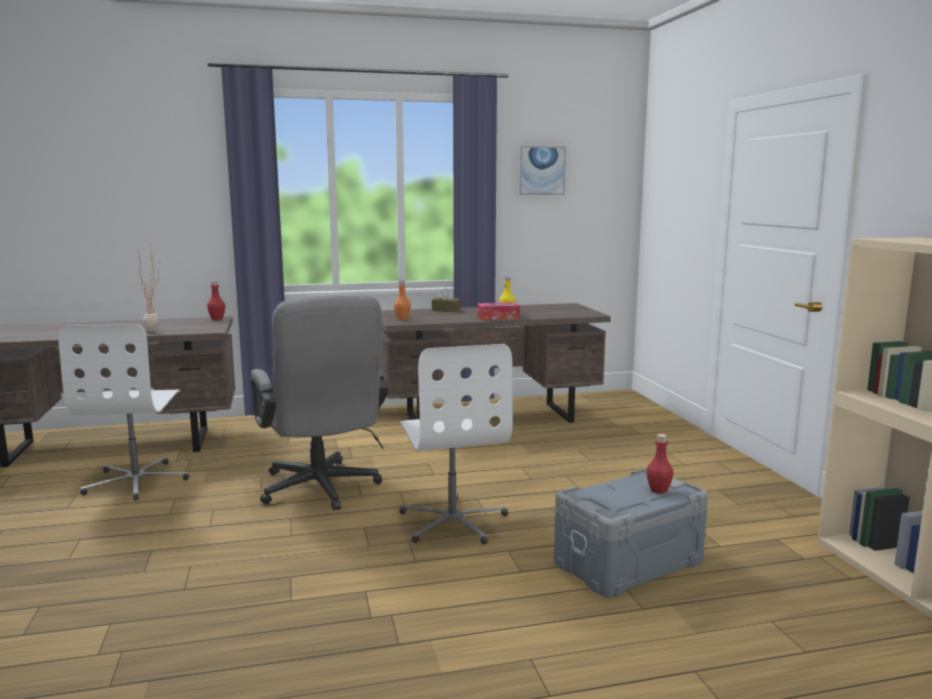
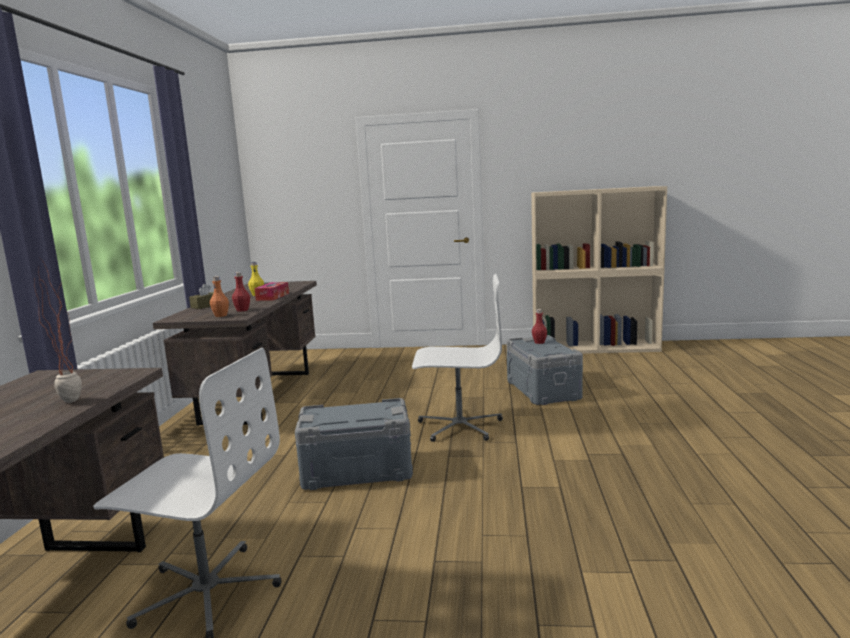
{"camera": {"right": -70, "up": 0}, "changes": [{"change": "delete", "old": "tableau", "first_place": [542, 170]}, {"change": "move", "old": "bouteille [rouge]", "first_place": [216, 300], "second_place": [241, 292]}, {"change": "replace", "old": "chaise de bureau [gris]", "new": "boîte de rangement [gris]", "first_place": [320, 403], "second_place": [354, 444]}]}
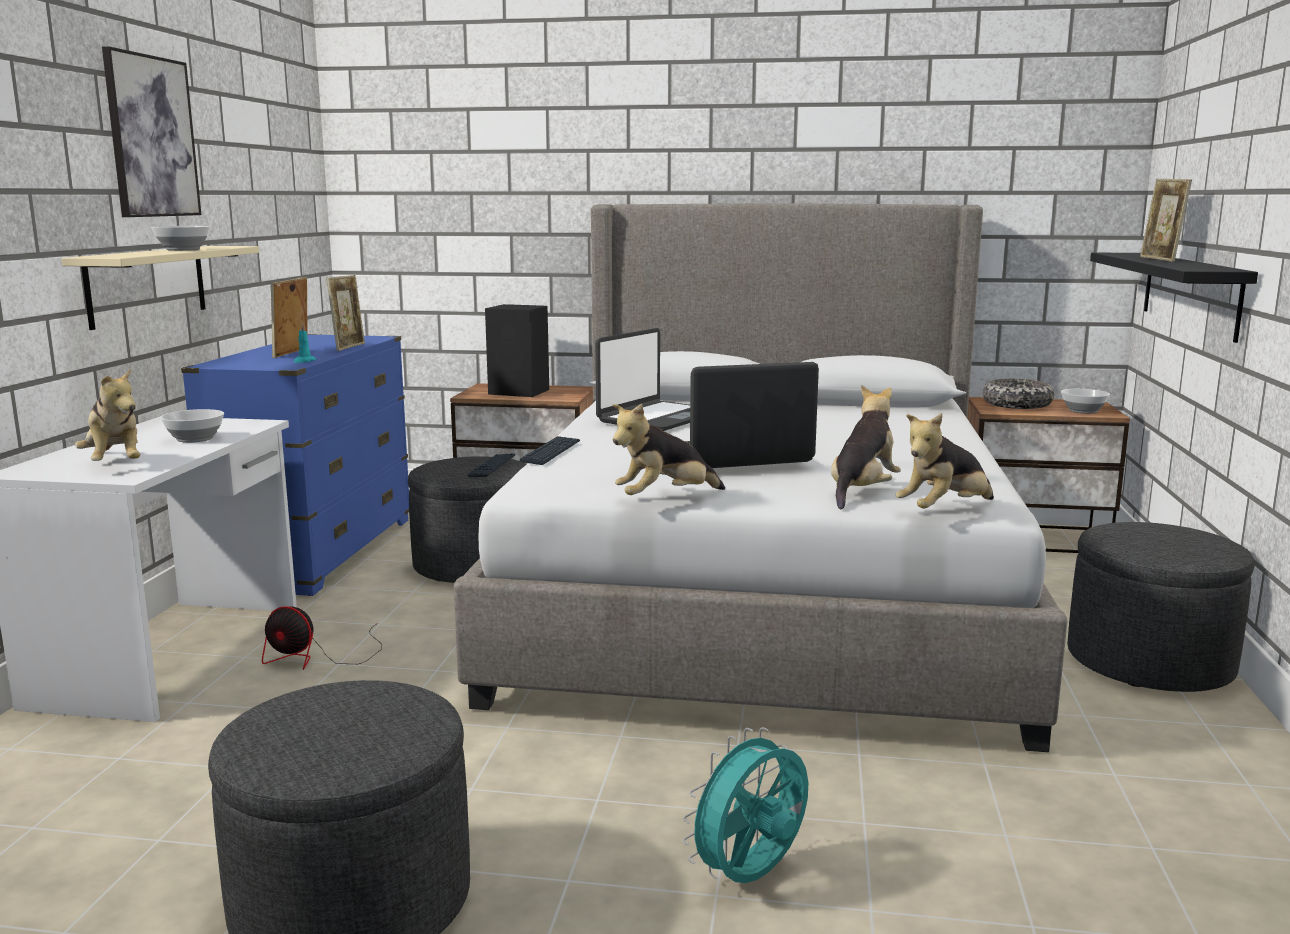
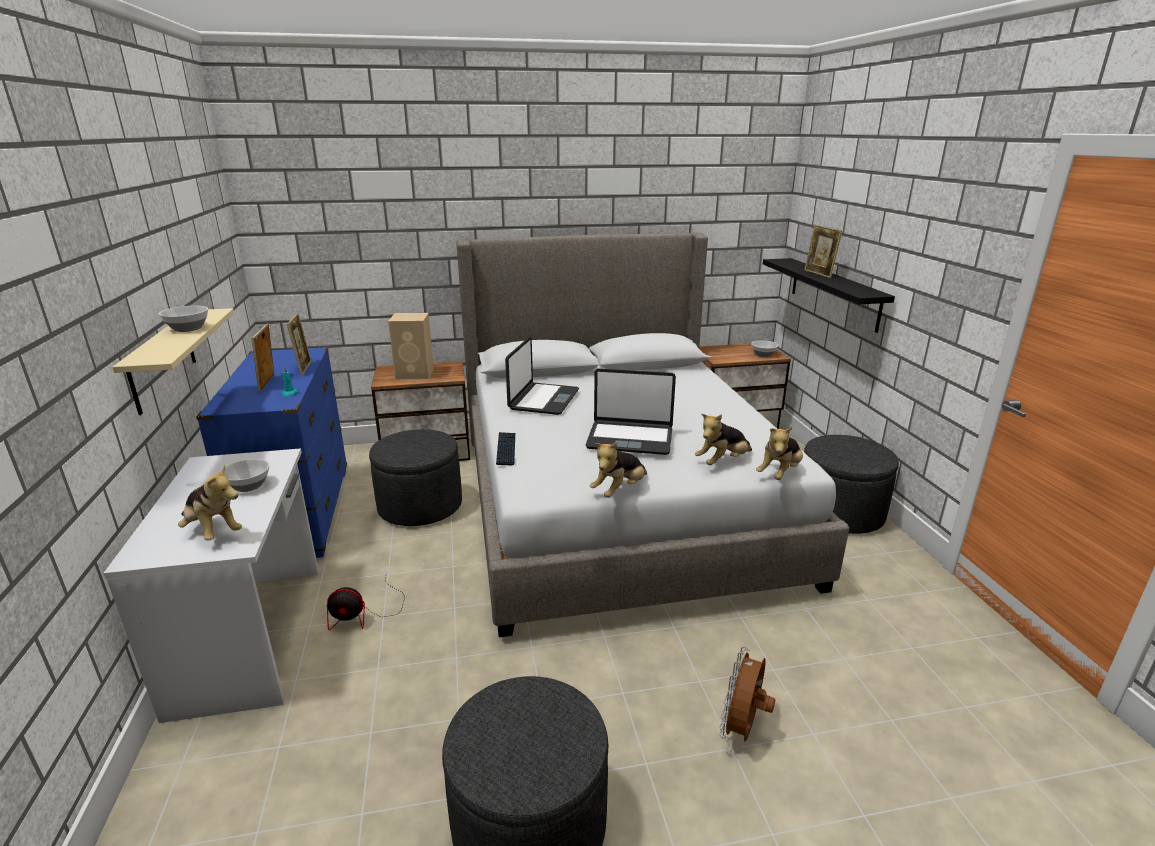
{"camera": {"right": -20, "up": 10}, "changes": [{"change": "delete", "old": "tableau", "first_place": [151, 131]}, {"change": "delete", "old": "clavier", "first_place": [491, 465]}, {"change": "delete", "old": "bol", "first_place": [1018, 394]}, {"change": "recolor", "old": "enceinte [noir]", "new": "enceinte [beige]", "first_place": [517, 350], "second_place": [411, 346]}, {"change": "recolor", "old": "ventilateur [turquoise]", "new": "ventilateur [marron]", "first_place": [745, 805], "second_place": [747, 694]}, {"change": "rotate", "old": "ordinateur portable", "first_place": [752, 415], "second_place": [631, 412], "degrees": -135}, {"change": "rotate", "old": "peluche", "first_place": [866, 447], "second_place": [723, 439], "degrees": -135}]}
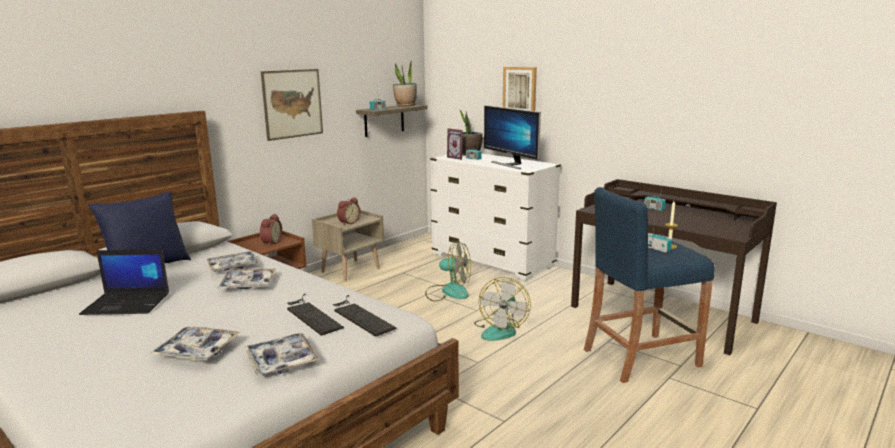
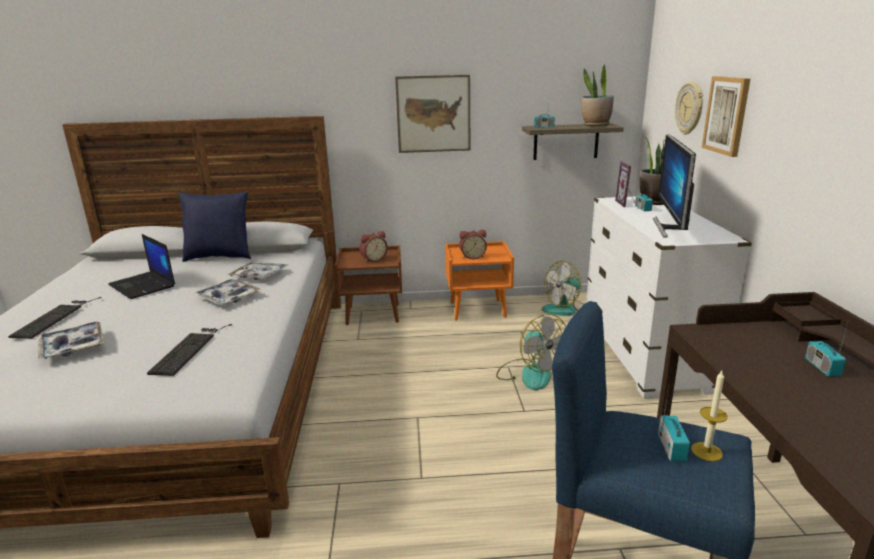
{"camera": {"right": 45, "up": 5}, "changes": [{"change": "delete", "old": "plateau", "first_place": [282, 354]}, {"change": "insert", "new": "horloge murale", "second_place": [689, 108]}, {"change": "move", "old": "clavier", "first_place": [365, 316], "second_place": [55, 317]}, {"change": "move", "old": "ventilateur", "first_place": [502, 309], "second_place": [562, 288]}, {"change": "recolor", "old": "table de chevet [beige]", "new": "table de chevet [orange]", "first_place": [348, 245], "second_place": [479, 280]}]}
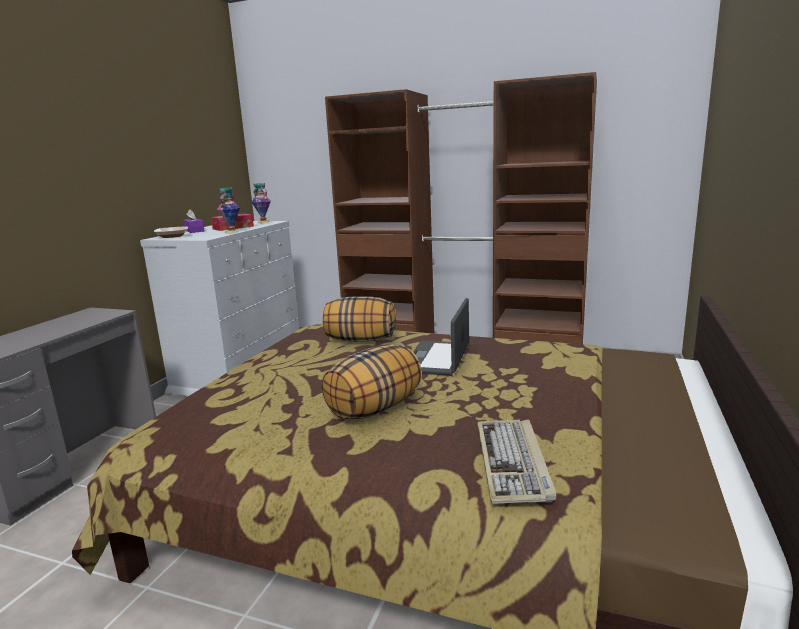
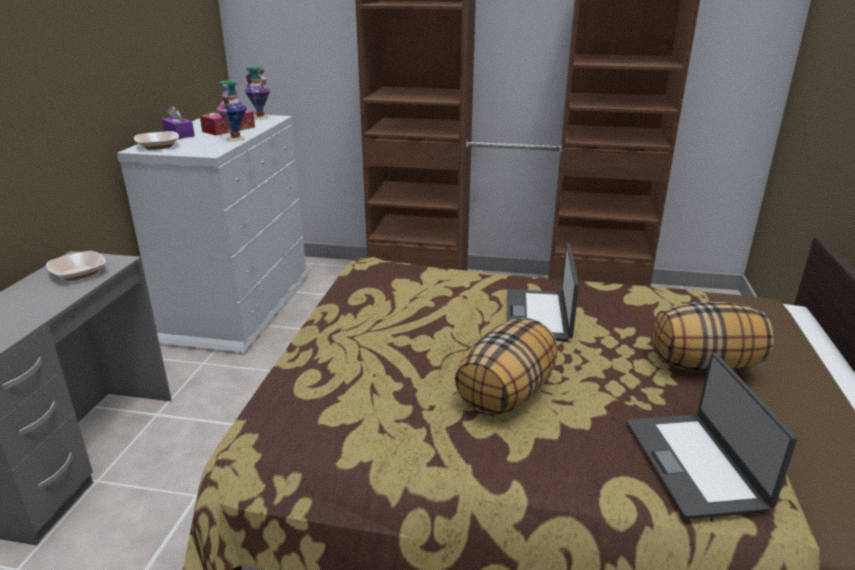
{"camera": {"right": -10, "up": 10}, "changes": [{"change": "insert", "new": "bol", "second_place": [76, 266]}, {"change": "move", "old": "coussin", "first_place": [359, 318], "second_place": [713, 336]}, {"change": "replace", "old": "clavier", "new": "ordinateur portable", "first_place": [517, 461], "second_place": [712, 436]}]}
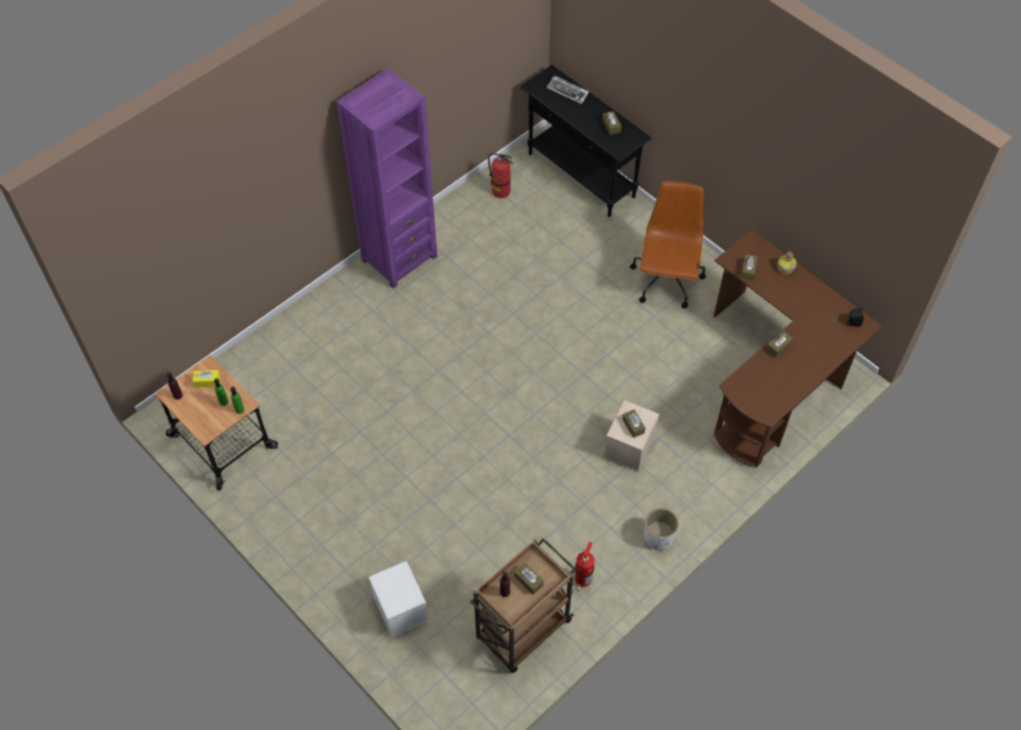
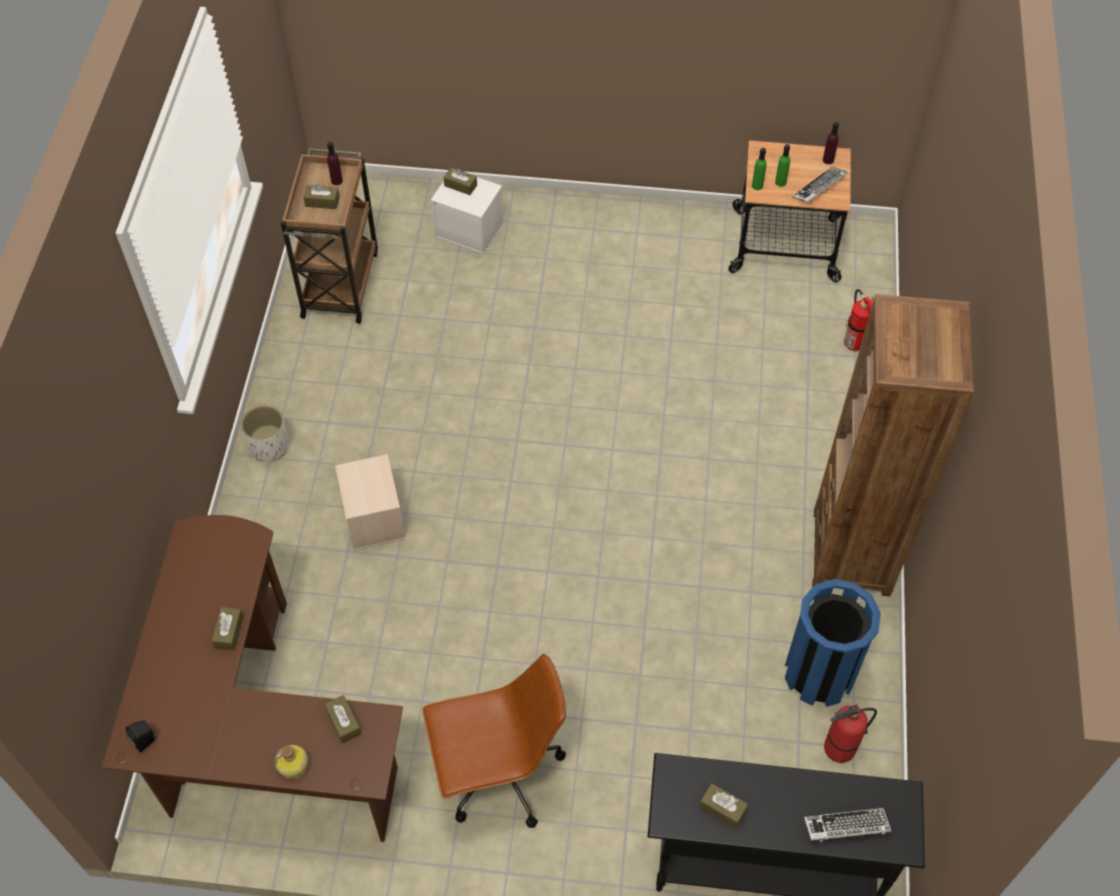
{"camera": {"right": 140, "up": 0}, "changes": [{"change": "insert", "new": "poubelle [bleu]", "second_place": [833, 643]}, {"change": "move", "old": "extincteur", "first_place": [584, 566], "second_place": [858, 320]}, {"change": "move", "old": "boîte à mouchoirs [marron]", "first_place": [633, 423], "second_place": [460, 181]}, {"change": "replace", "old": "boîte à mouchoirs [jaune]", "new": "clavier", "first_place": [206, 378], "second_place": [820, 185]}, {"change": "recolor", "old": "bibliothèque [violet]", "new": "bibliothèque [marron]", "first_place": [387, 178], "second_place": [893, 445]}, {"change": "rotate", "old": "chaise de bureau [marron]", "first_place": [668, 244], "second_place": [494, 741], "degrees": -75}]}
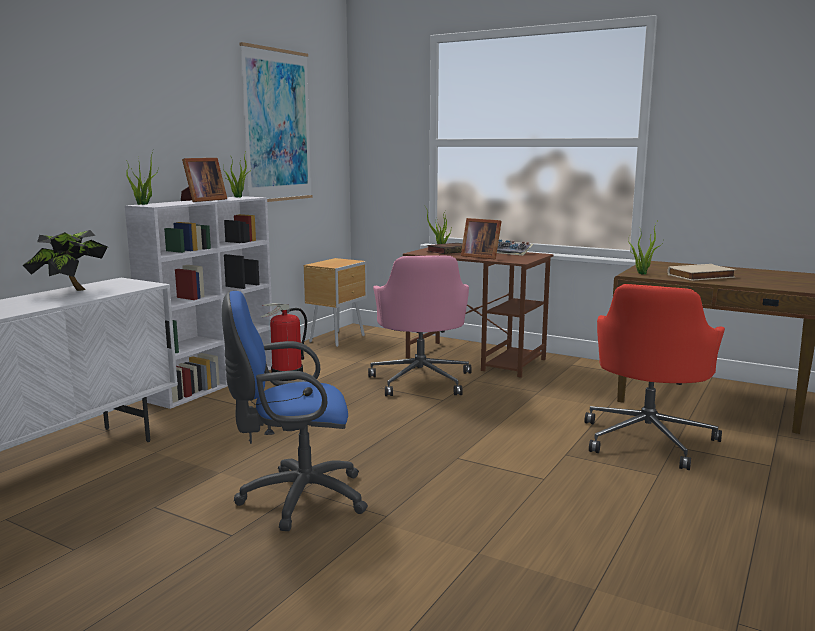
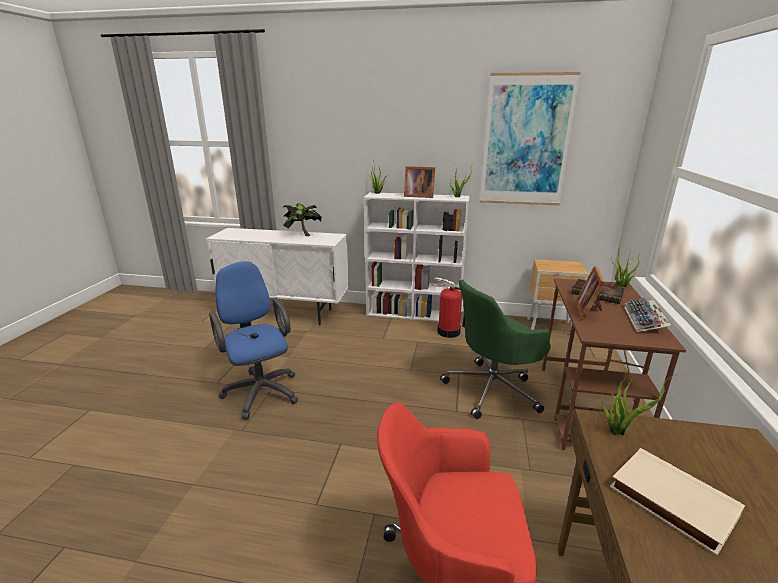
{"camera": {"right": 70, "up": 10}, "changes": [{"change": "recolor", "old": "chaise de bureau [rose]", "new": "chaise de bureau [vert]", "first_place": [420, 326], "second_place": [495, 349]}]}
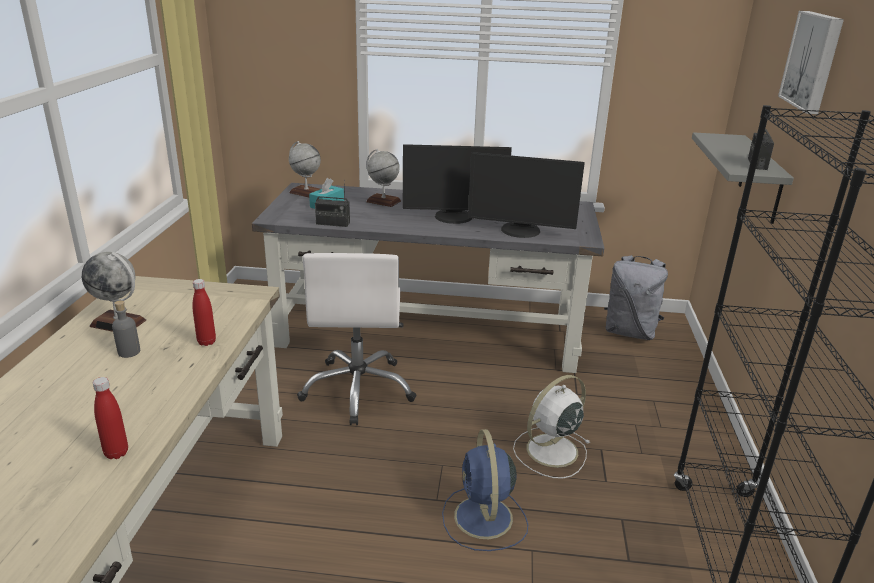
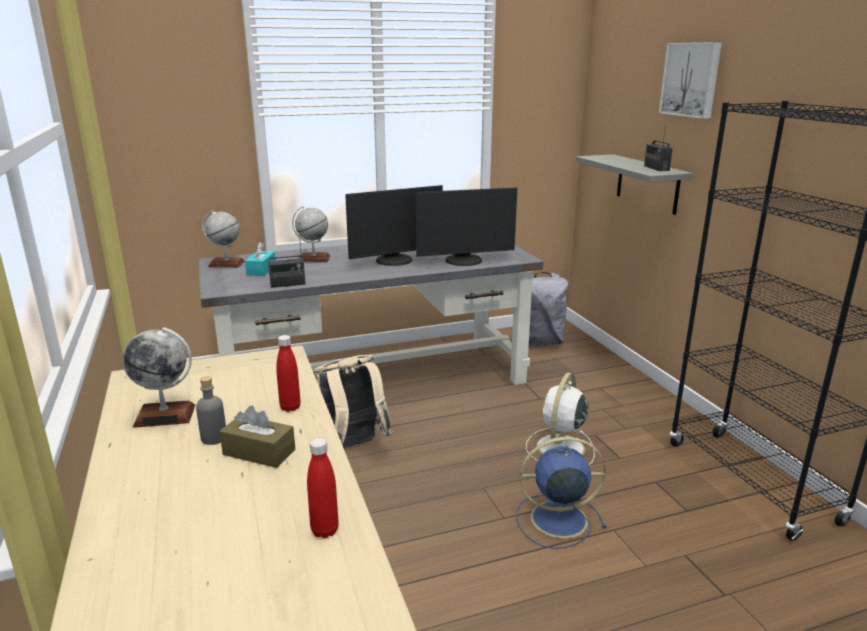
{"camera": {"right": -25, "up": -5}, "changes": [{"change": "insert", "new": "boîte à mouchoirs [marron]", "second_place": [257, 437]}, {"change": "replace", "old": "chaise de bureau [blanc]", "new": "sac à dos [beige]", "first_place": [357, 339], "second_place": [353, 401]}, {"change": "rotate", "old": "ventilateur [bleu]", "first_place": [485, 490], "second_place": [561, 493], "degrees": 120}]}
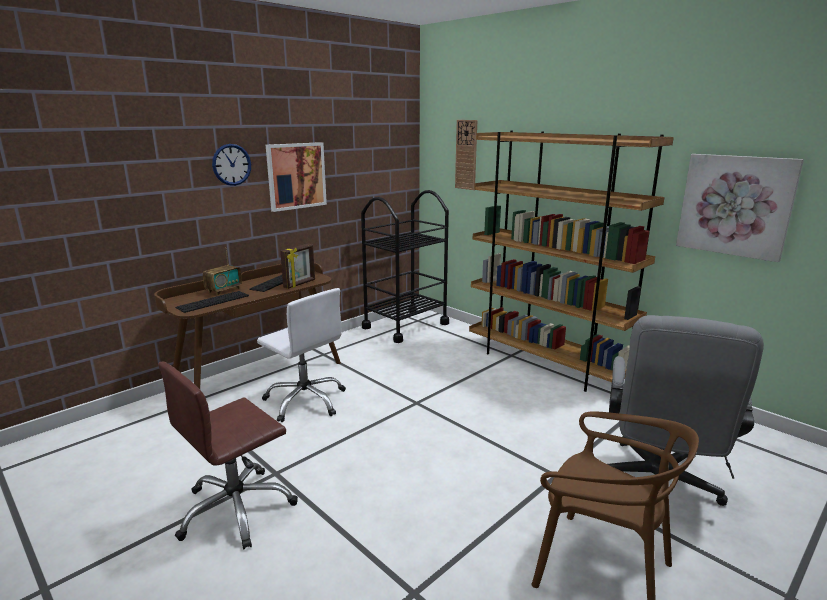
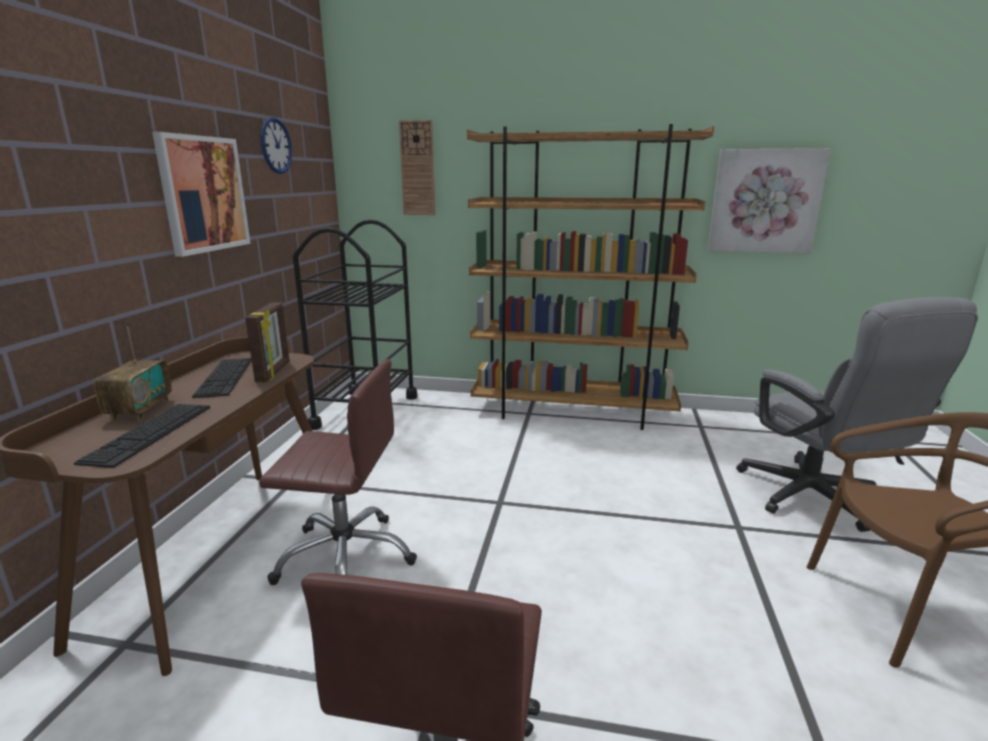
{"camera": {"right": -35, "up": 0}, "changes": [{"change": "move", "old": "horloge murale", "first_place": [231, 165], "second_place": [276, 145]}, {"change": "recolor", "old": "chaise de bureau [blanc]", "new": "chaise de bureau [marron]", "first_place": [301, 355], "second_place": [338, 472]}]}
